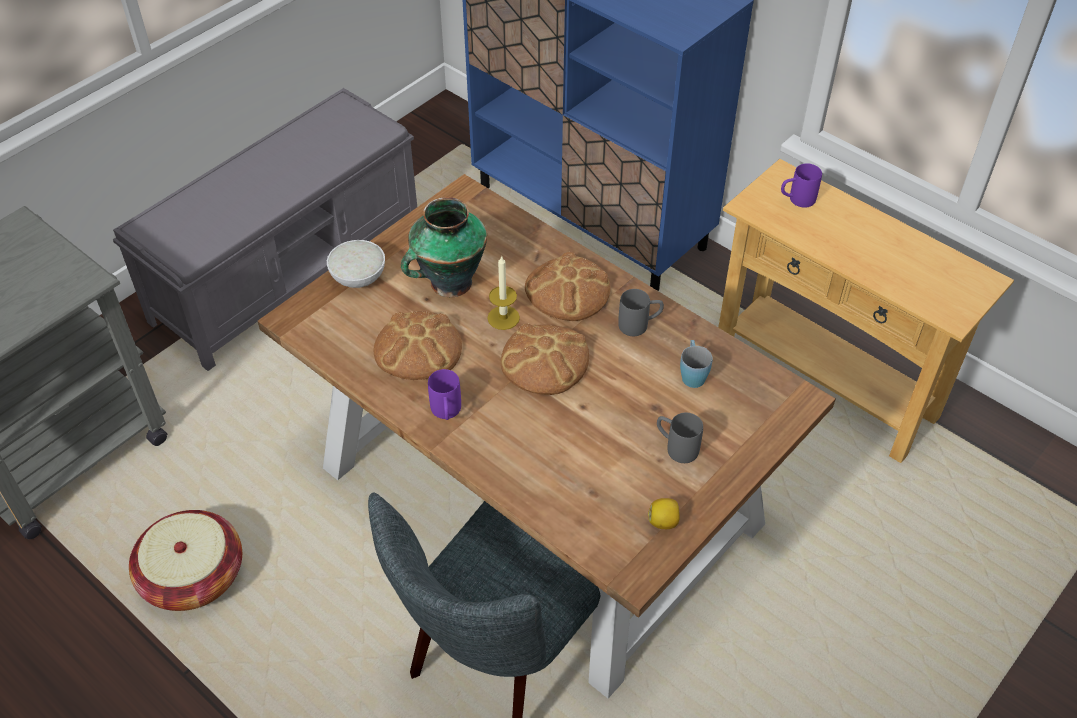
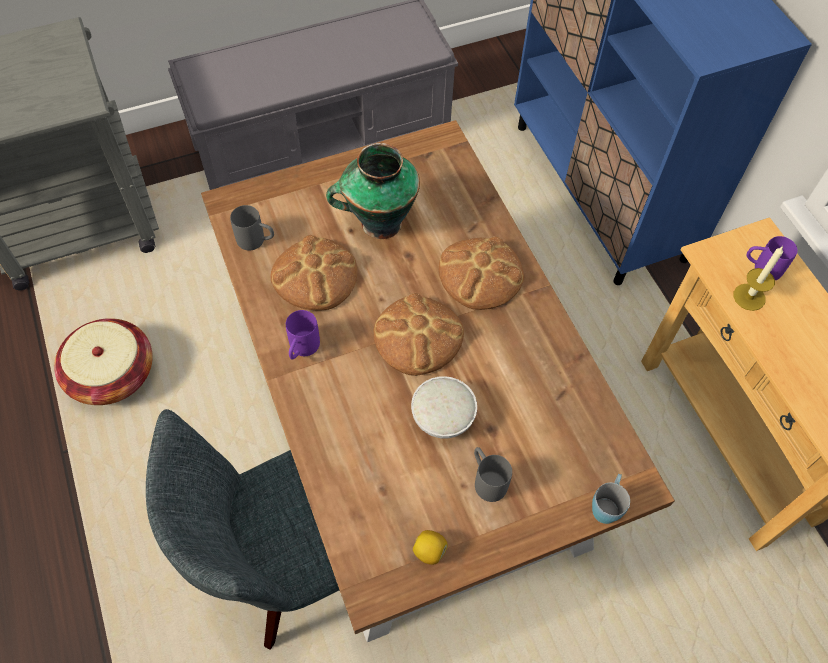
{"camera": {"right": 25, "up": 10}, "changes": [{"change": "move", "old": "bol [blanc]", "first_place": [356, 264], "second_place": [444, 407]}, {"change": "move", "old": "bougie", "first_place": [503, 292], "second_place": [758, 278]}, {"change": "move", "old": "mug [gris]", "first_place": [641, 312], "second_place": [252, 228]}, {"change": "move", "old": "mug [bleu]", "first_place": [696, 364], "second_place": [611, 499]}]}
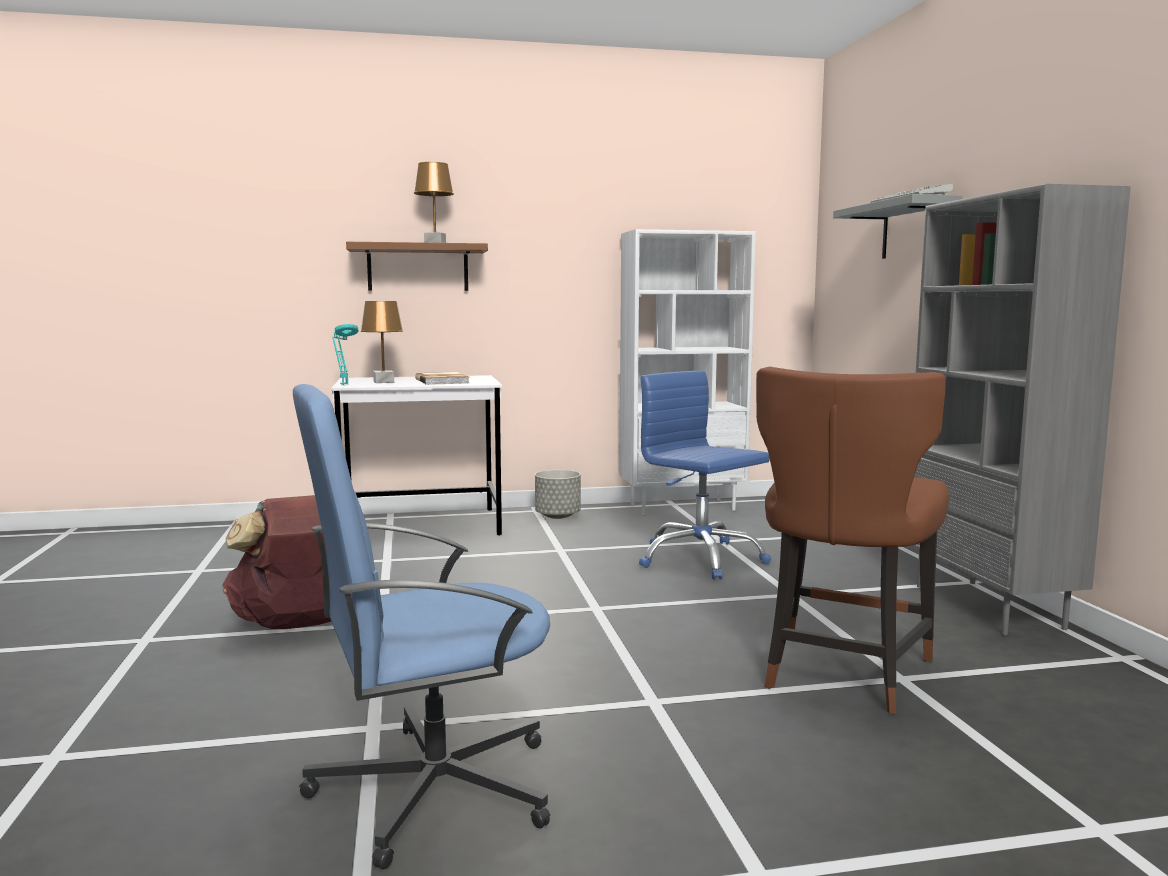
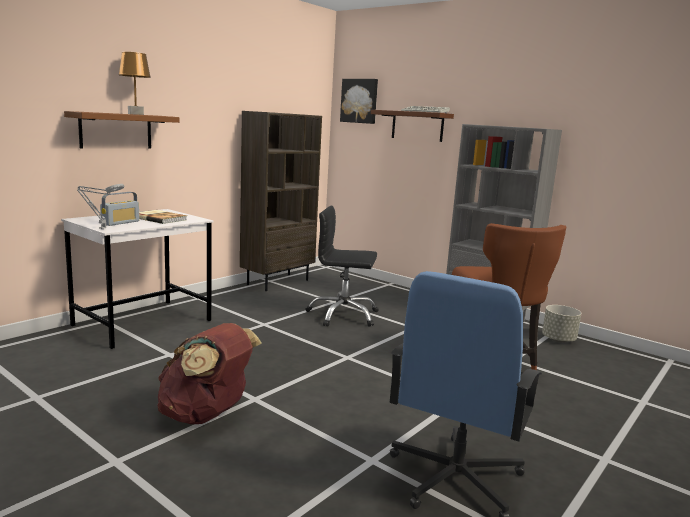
{"camera": {"right": -40, "up": 5}, "changes": [{"change": "insert", "new": "tableau", "second_place": [359, 101]}, {"change": "move", "old": "cache-pot [gris]", "first_place": [558, 494], "second_place": [561, 324]}, {"change": "replace", "old": "lampe de table [marron]", "new": "radio", "first_place": [382, 342], "second_place": [119, 209]}, {"change": "recolor", "old": "lampe de table [turquoise]", "new": "lampe de table [gris]", "first_place": [345, 354], "second_place": [101, 206]}, {"change": "recolor", "old": "bibliothèque [blanc]", "new": "bibliothèque [marron]", "first_place": [688, 372], "second_place": [281, 201]}, {"change": "recolor", "old": "chaise de bureau [bleu]", "new": "chaise de bureau [noir]", "first_place": [705, 475], "second_place": [342, 266]}, {"change": "recolor", "old": "étagère [gris]", "new": "étagère [marron]", "first_place": [898, 226], "second_place": [412, 126]}]}
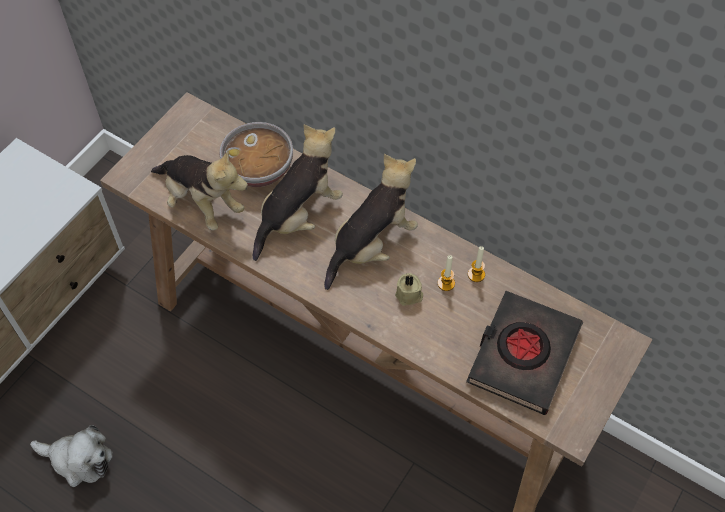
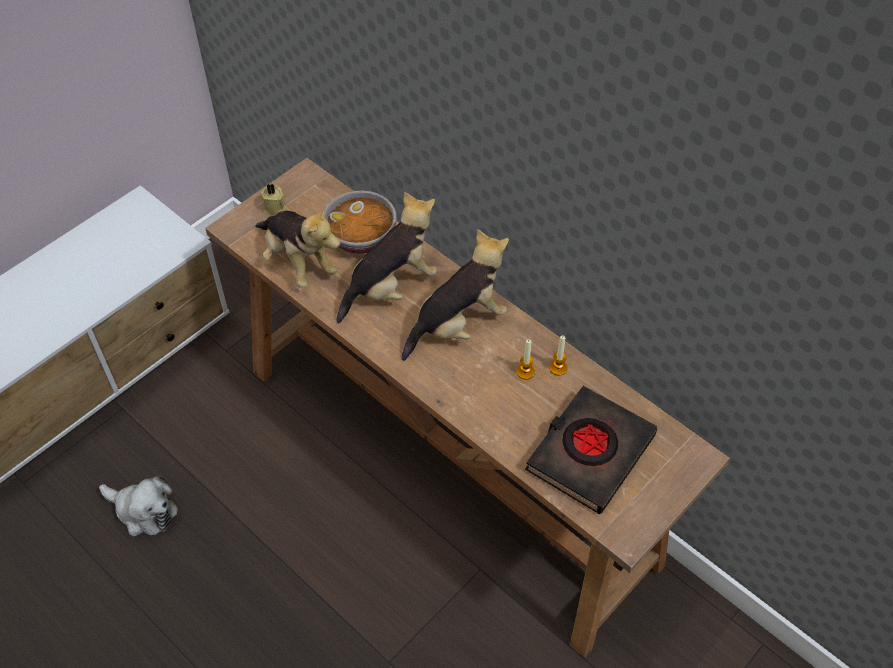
{"camera": {"right": 10, "up": -5}, "changes": [{"change": "move", "old": "bougie [beige]", "first_place": [409, 289], "second_place": [274, 199]}]}
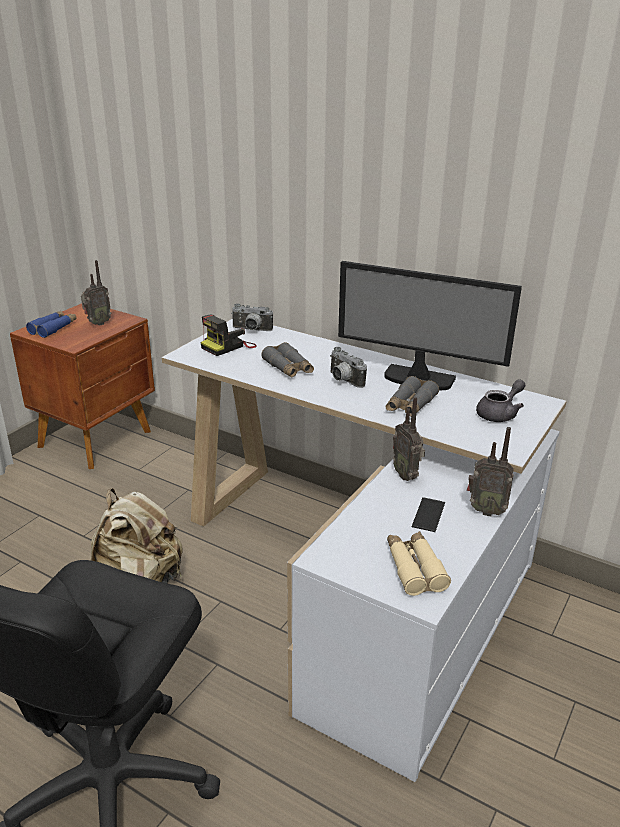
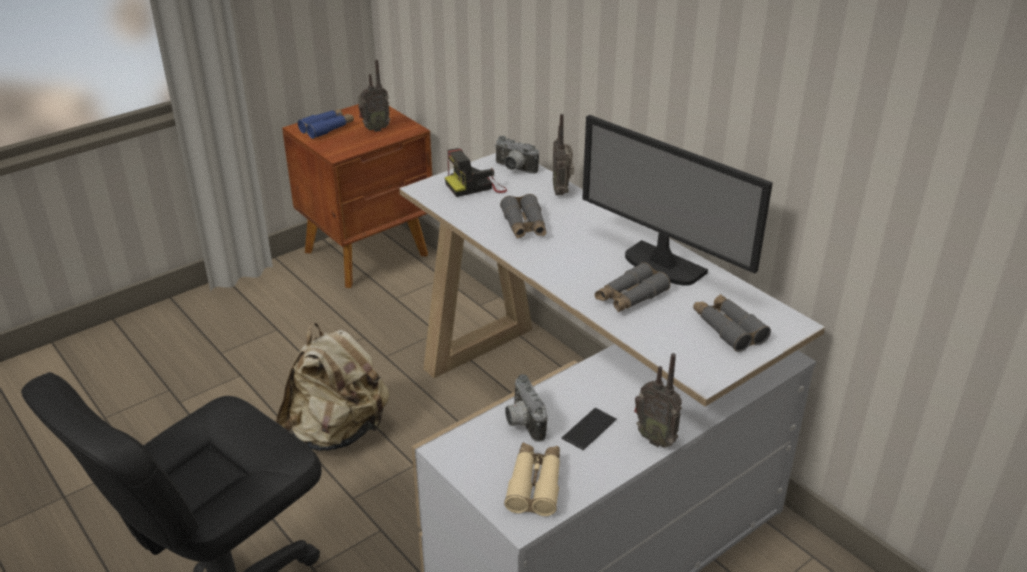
{"camera": {"right": 20, "up": 5}, "changes": [{"change": "move", "old": "appareil photo", "first_place": [348, 367], "second_place": [526, 408]}, {"change": "move", "old": "radio", "first_place": [409, 439], "second_place": [563, 154]}, {"change": "replace", "old": "théière [gris]", "new": "jumelles [gris]", "first_place": [501, 400], "second_place": [732, 323]}]}
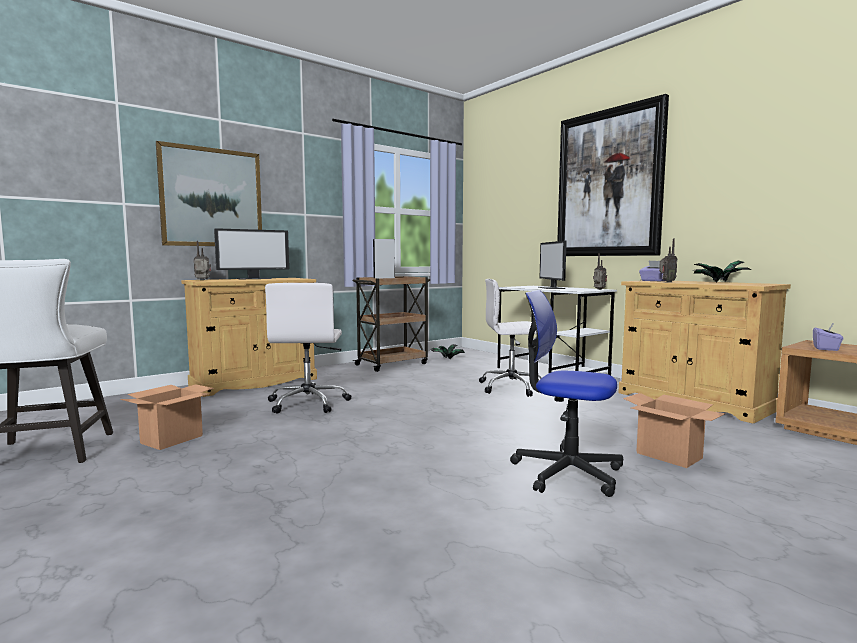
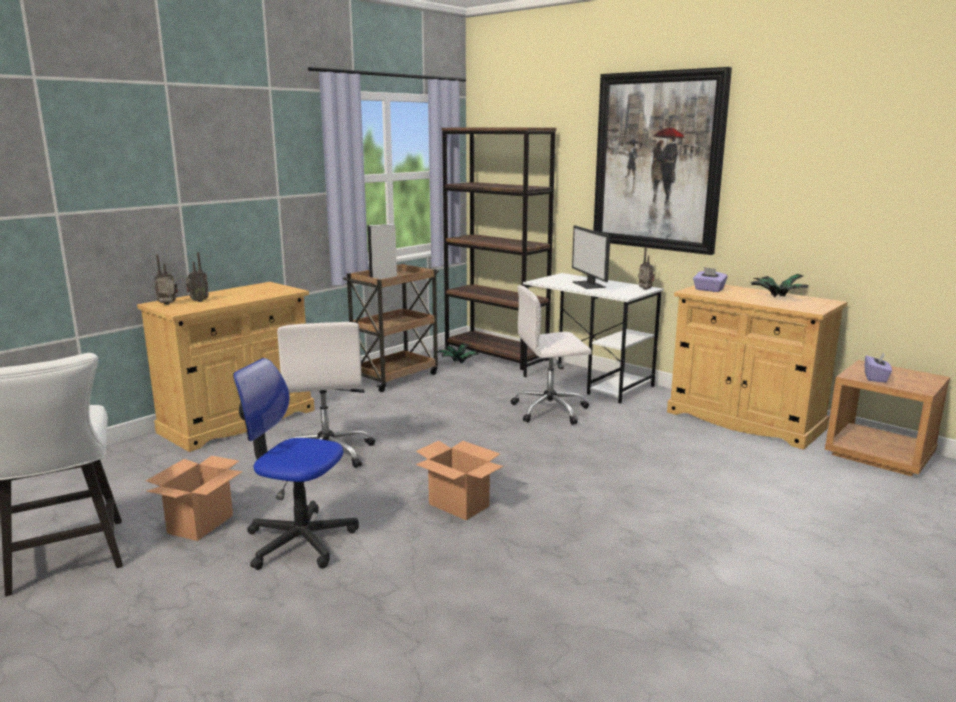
{"camera": {"right": -10, "up": 10}, "changes": [{"change": "delete", "old": "tableau", "first_place": [209, 193]}, {"change": "delete", "old": "écran d'ordinateur", "first_place": [251, 253]}, {"change": "insert", "new": "bibliothèque [marron]", "second_place": [499, 248]}, {"change": "move", "old": "chaise de bureau", "first_place": [566, 393], "second_place": [296, 464]}, {"change": "move", "old": "carton", "first_place": [674, 430], "second_place": [459, 480]}, {"change": "move", "old": "radio", "first_place": [668, 260], "second_place": [197, 277]}]}
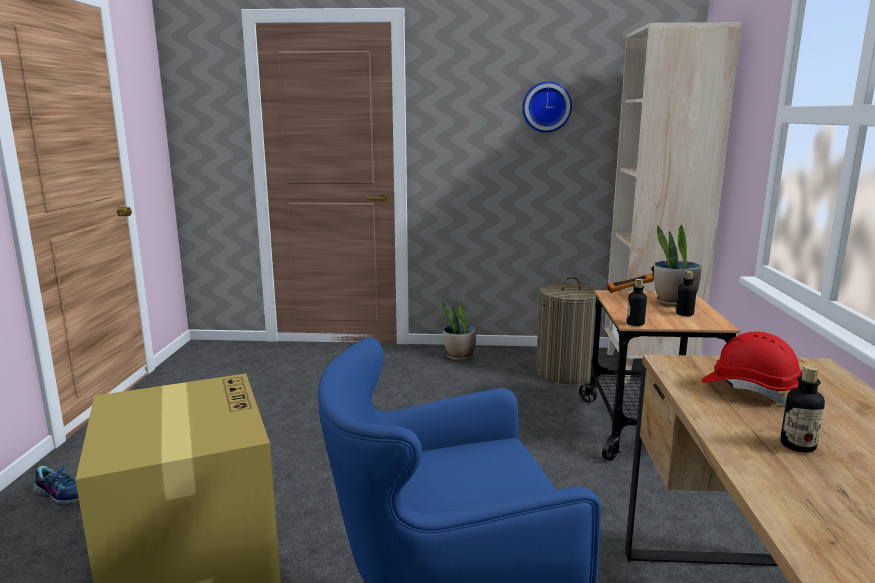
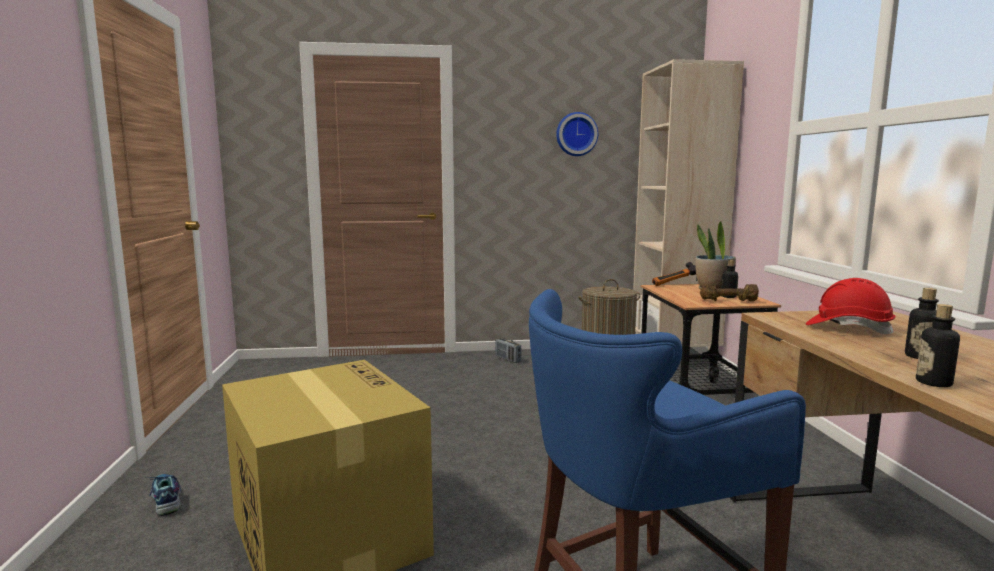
{"camera": {"right": -10, "up": -5}, "changes": [{"change": "insert", "new": "haltère [marron]", "second_place": [729, 292]}, {"change": "move", "old": "bouteille", "first_place": [636, 302], "second_place": [938, 345]}, {"change": "replace", "old": "plante en pot", "new": "radio", "first_place": [459, 331], "second_place": [508, 350]}, {"change": "rotate", "old": "chaussure", "first_place": [56, 483], "second_place": [164, 495], "degrees": -135}]}
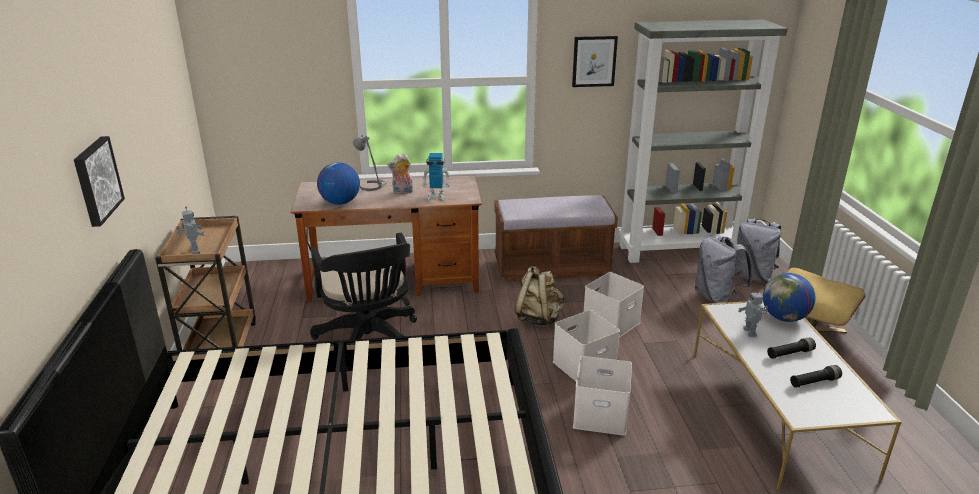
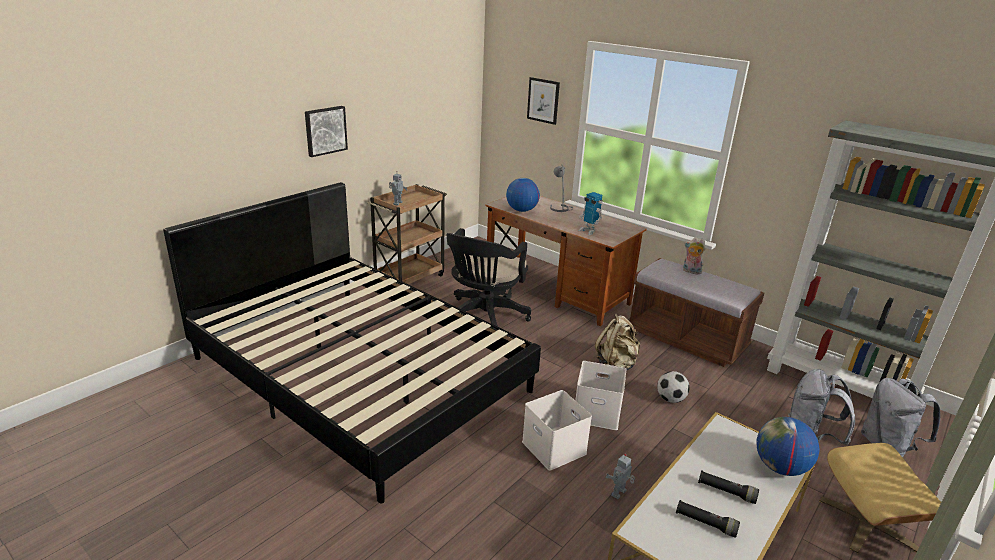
{"camera": {"right": 45, "up": 0}, "changes": [{"change": "move", "old": "peluche", "first_place": [400, 174], "second_place": [694, 255]}, {"change": "move", "old": "tableau", "first_place": [595, 61], "second_place": [543, 101]}, {"change": "move", "old": "robot jouet", "first_place": [753, 313], "second_place": [620, 476]}, {"change": "replace", "old": "boîte de rangement [blanc]", "new": "ballon de foot", "first_place": [614, 304], "second_place": [673, 387]}]}
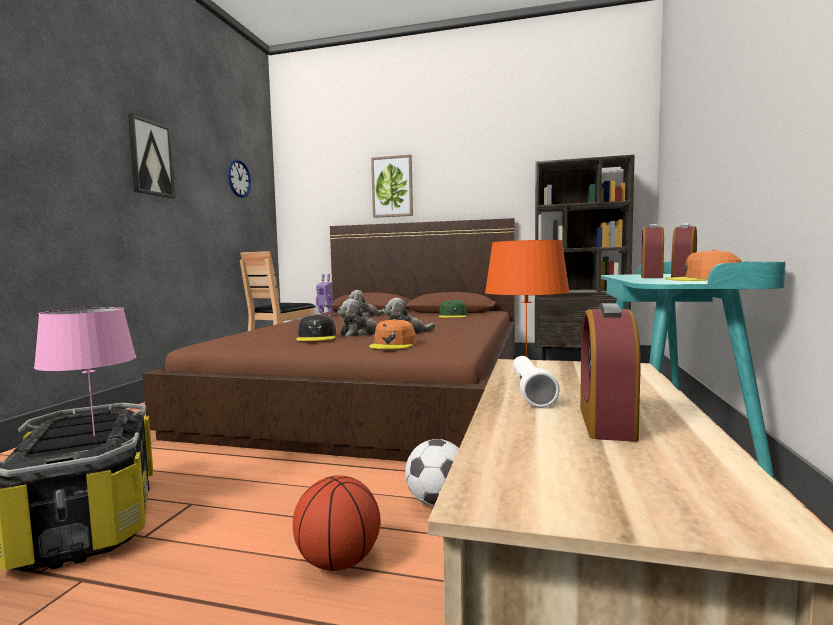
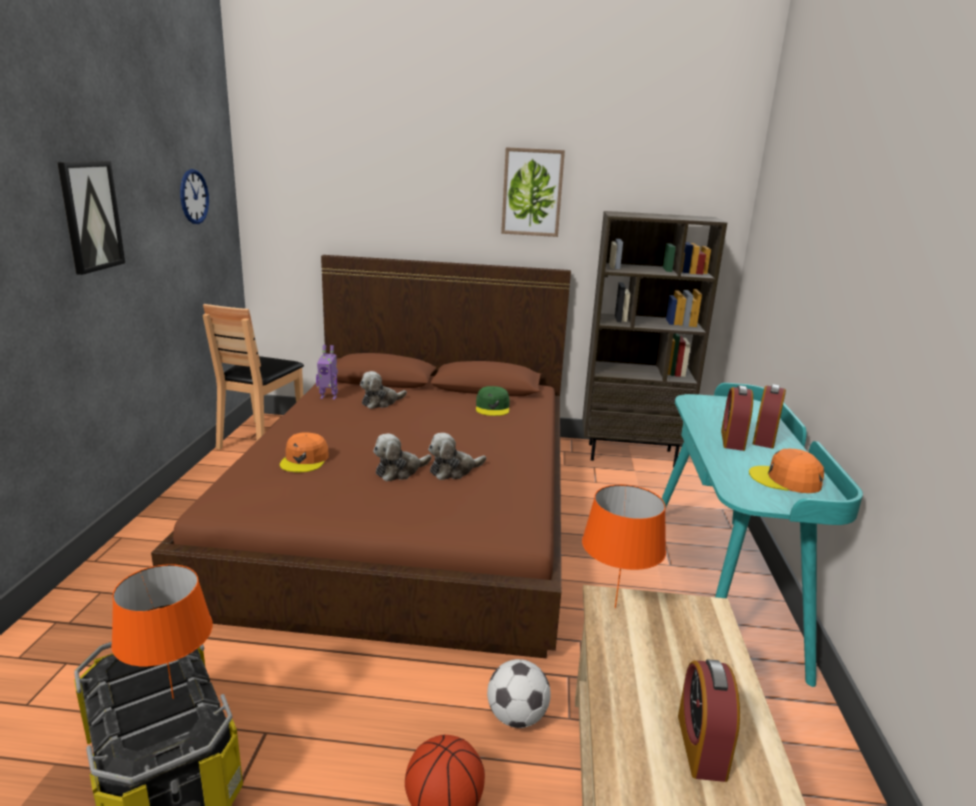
{"camera": {"right": -10, "up": 15}, "changes": [{"change": "delete", "old": "casquette [gris]", "first_place": [316, 327]}, {"change": "delete", "old": "lampe de poche [blanc]", "first_place": [536, 382]}, {"change": "move", "old": "casquette [orange]", "first_place": [392, 334], "second_place": [304, 452]}, {"change": "move", "old": "tableau", "first_place": [392, 186], "second_place": [533, 192]}, {"change": "recolor", "old": "lampe de table [rose]", "new": "lampe de table [orange]", "first_place": [85, 371], "second_place": [162, 631]}]}
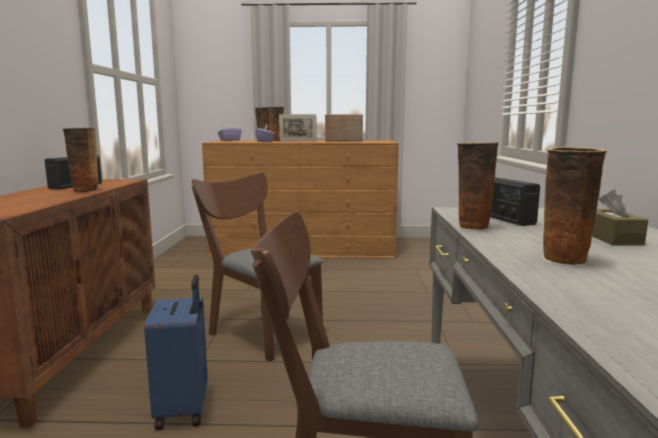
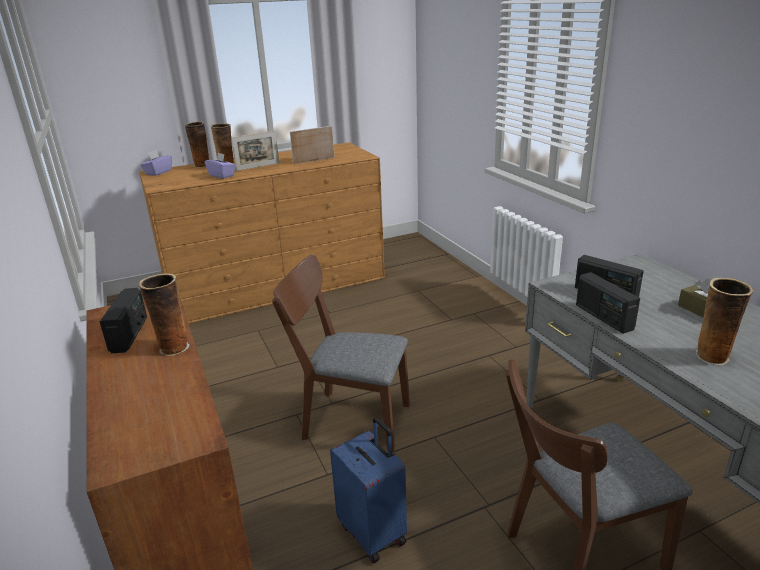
{"camera": {"right": -25, "up": 15}, "changes": [{"change": "replace", "old": "vase", "new": "radio", "first_place": [477, 186], "second_place": [608, 303]}]}
